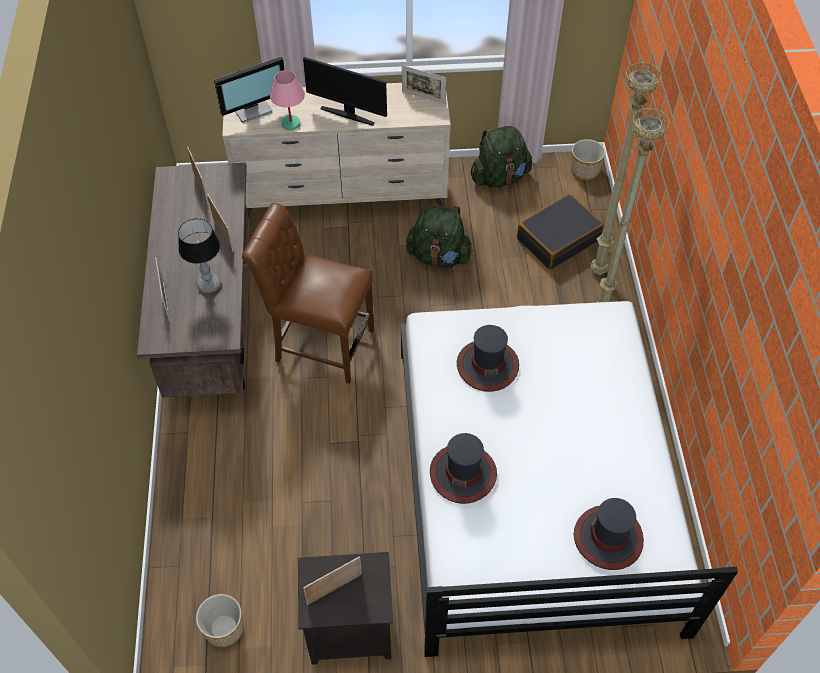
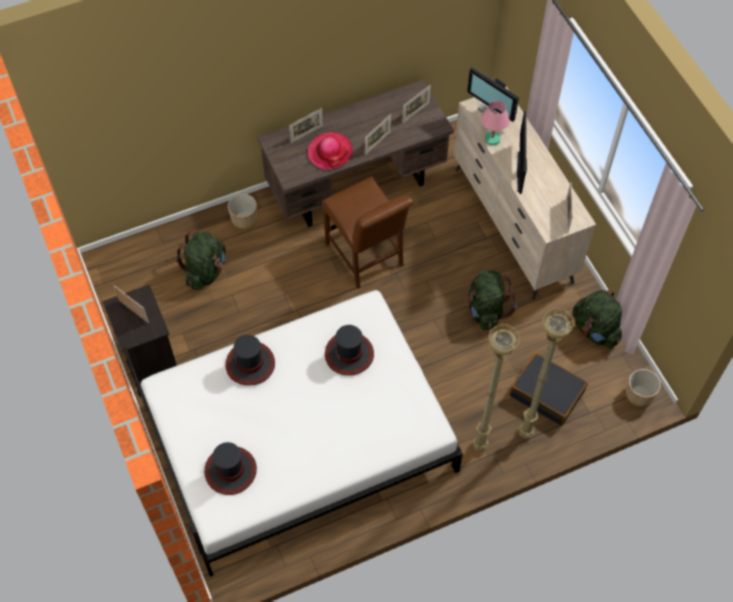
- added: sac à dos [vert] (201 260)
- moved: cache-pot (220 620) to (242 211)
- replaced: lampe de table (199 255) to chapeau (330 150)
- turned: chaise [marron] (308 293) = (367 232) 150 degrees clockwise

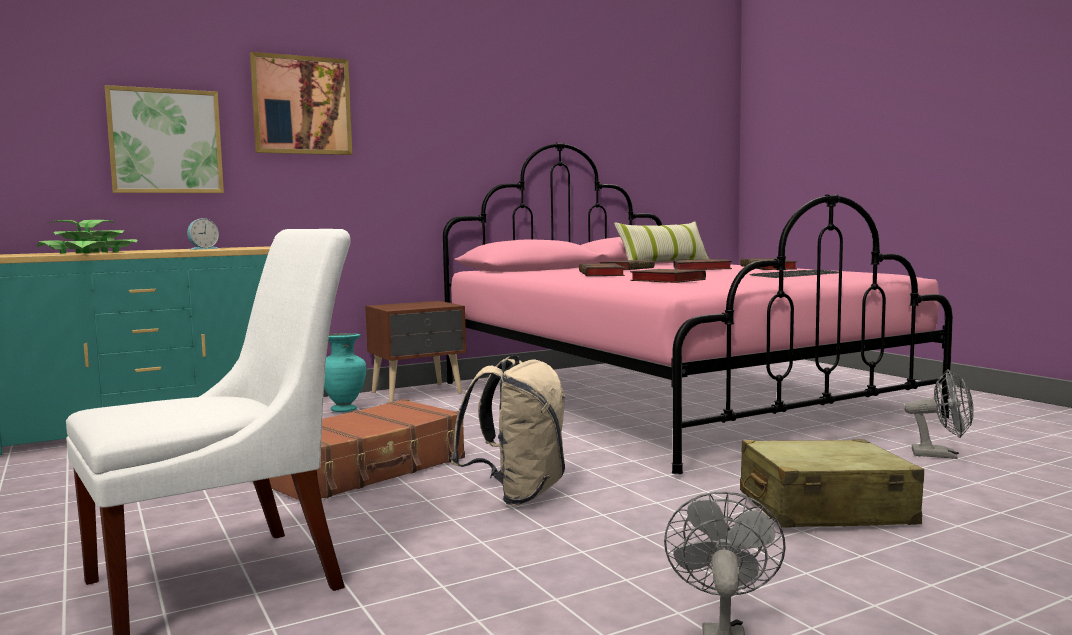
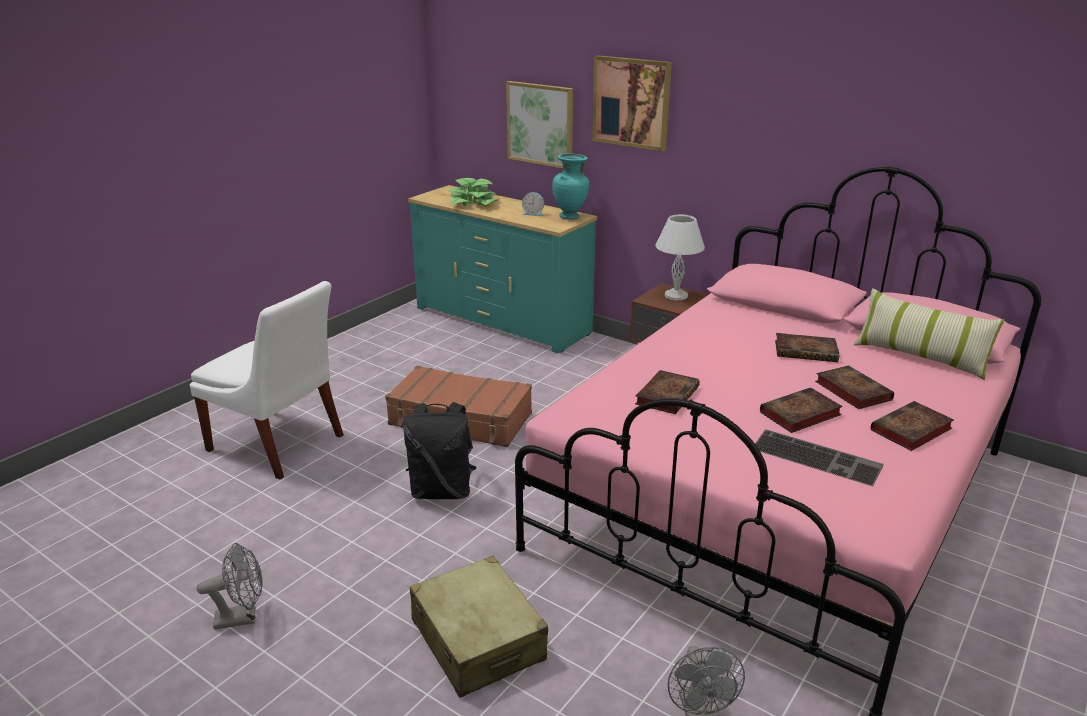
- added: lampe de table [blanc] (680 257)
- moved: vase [turquoise] (345 372) to (570 186)
- moved: livre (602 269) to (801 410)
- recoloured: sac à dos [beige] (508 430) to sac à dos [noir] (440 450)

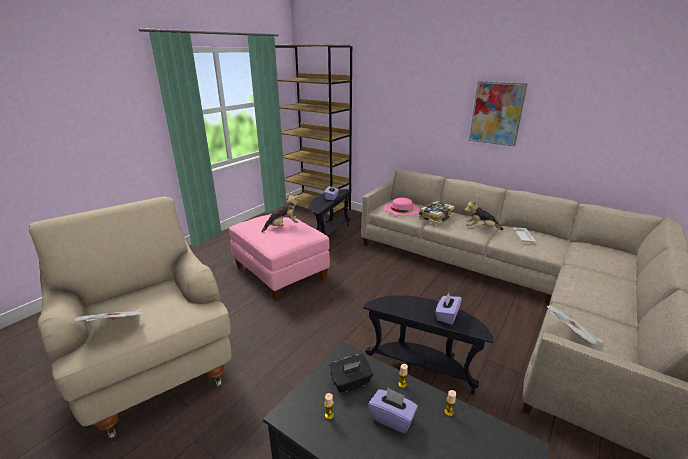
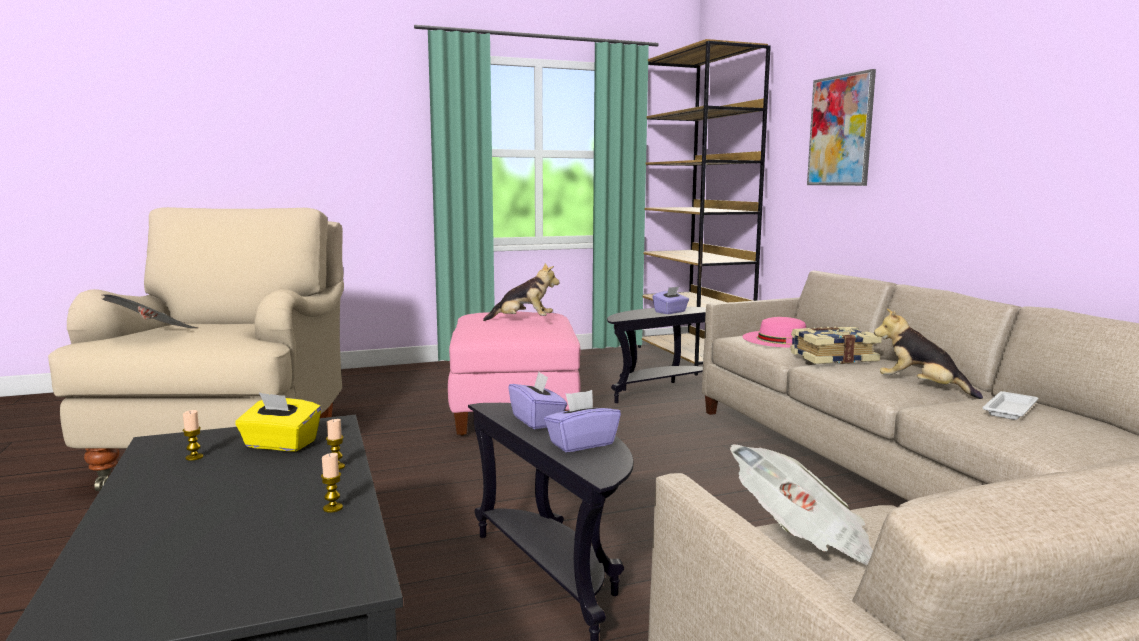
- moved: boîte à mouchoirs [violet] (393 411) to (537 400)
- moved: tableau (498 113) to (841 127)
- recoloured: boîte à mouchoirs [noir] (351 373) to boîte à mouchoirs [jaune] (278 421)

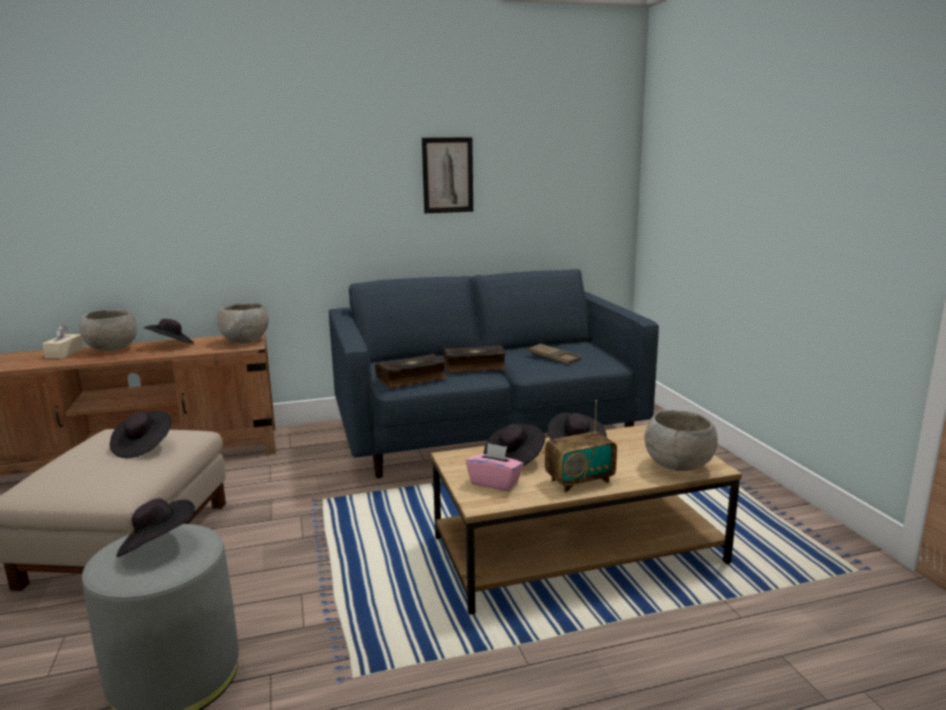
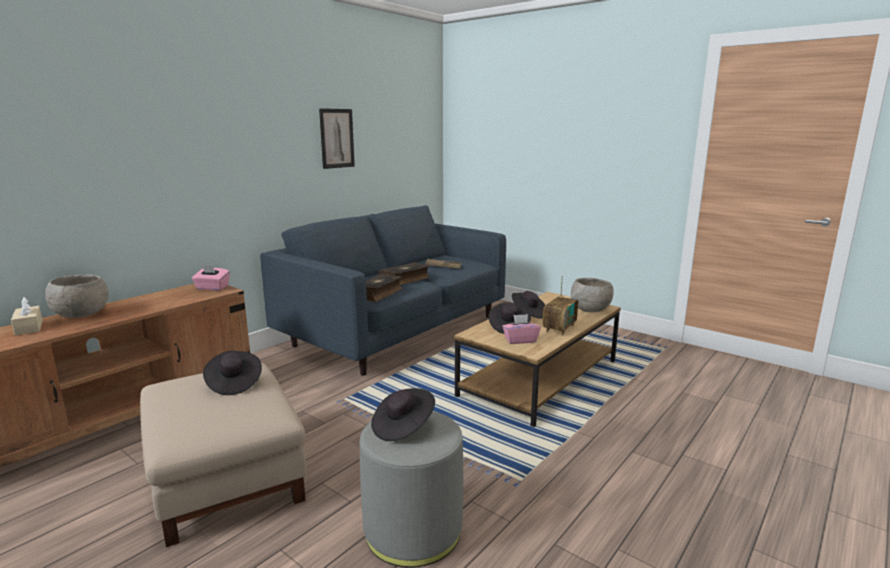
- removed: chapeau [noir] (169 331)
- replaced: bol [gris] (243 323) to boîte à mouchoirs [rose] (211 277)

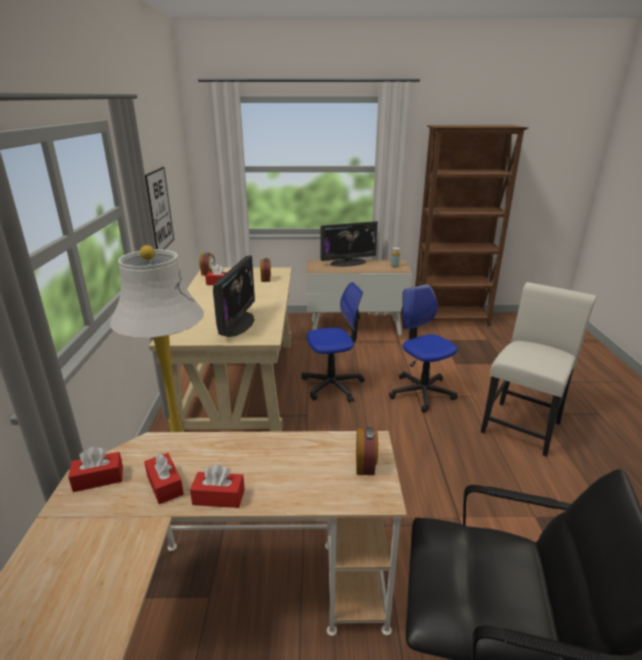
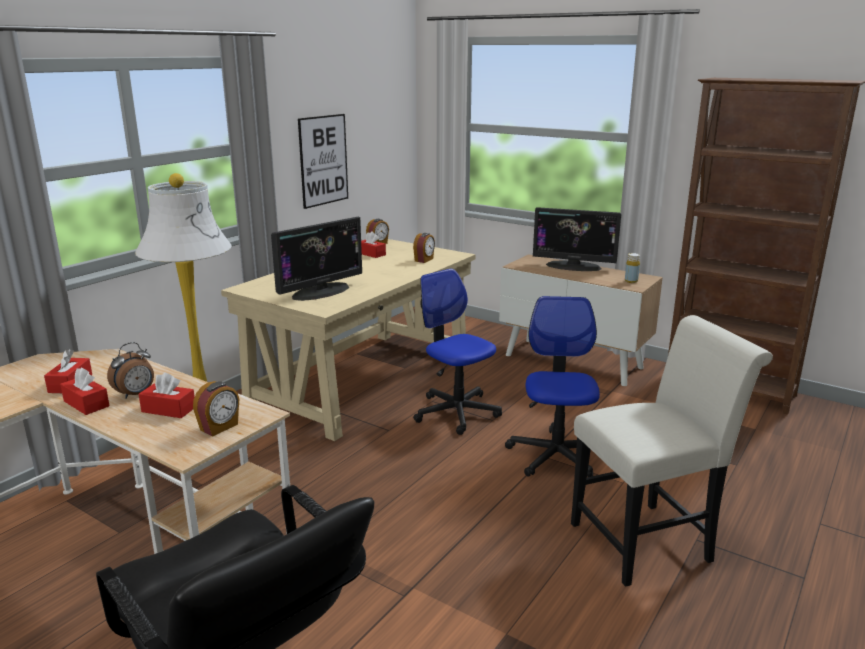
- added: réveil (130 370)
- moved: boîte à mouchoirs [rouge] (95 469) to (167 395)
- turned: chaise de bureau (333 342) = (457 351) 150 degrees counterclockwise

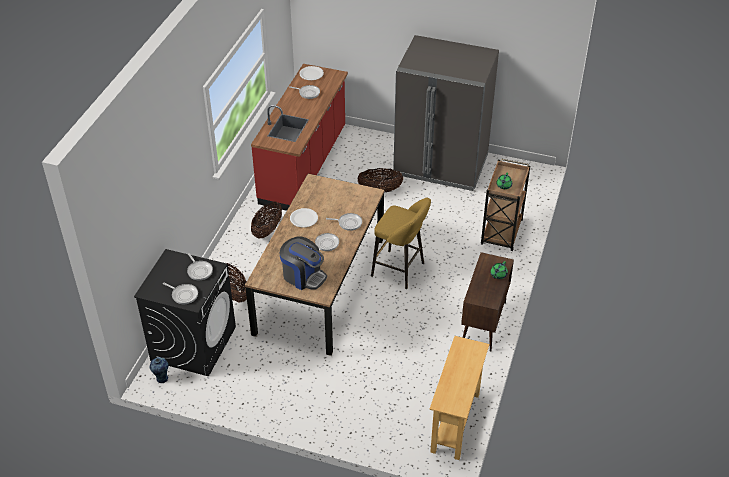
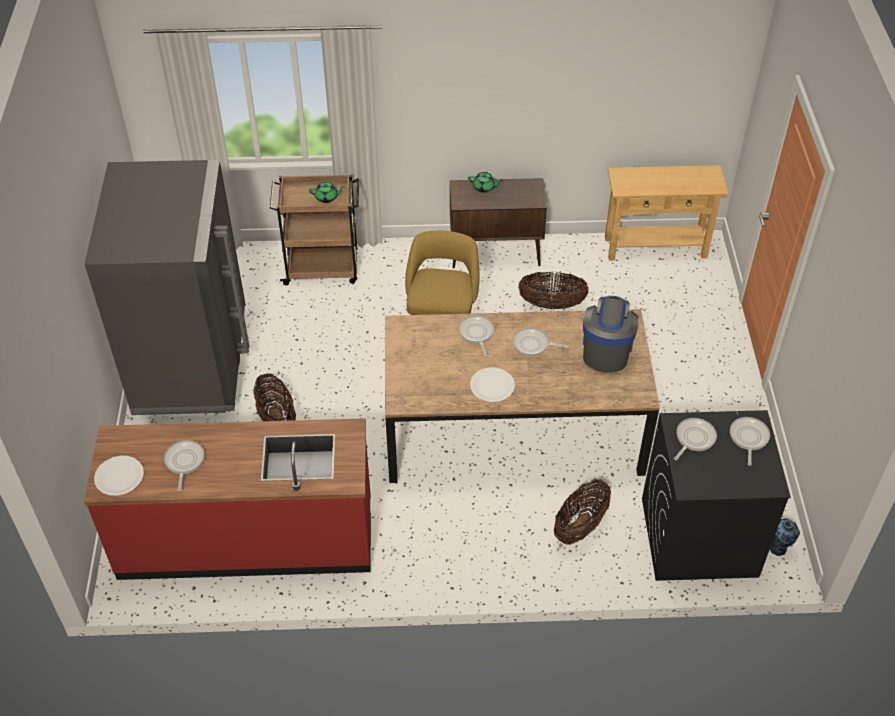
- moved: panier (266 219) to (553 290)

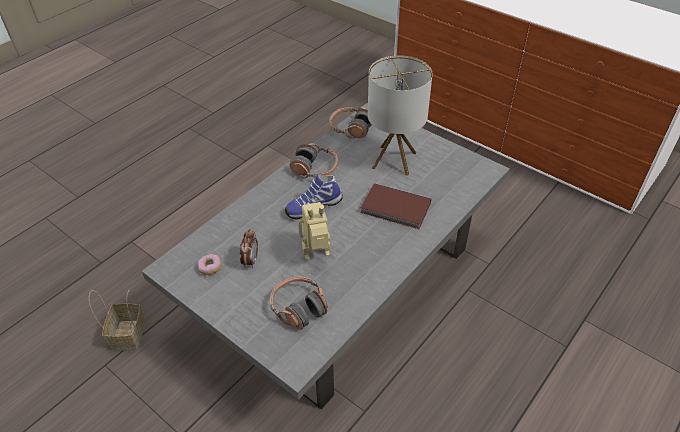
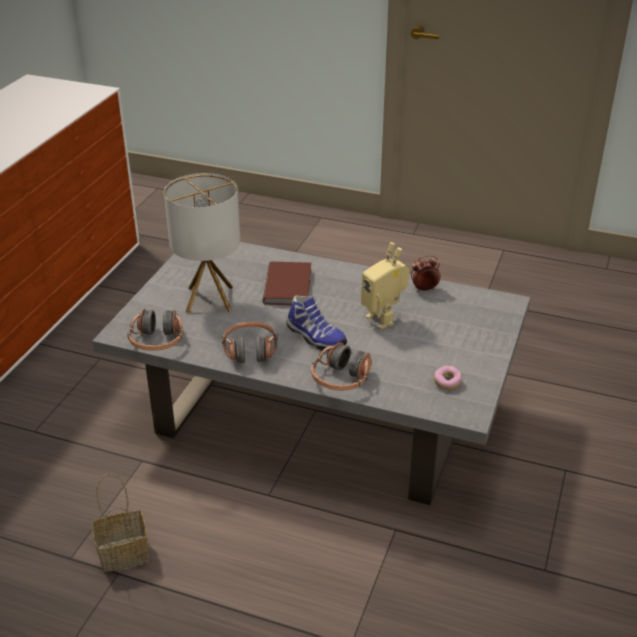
- moved: panier (117 320) to (120 522)
- moved: réveil (249 248) to (426 273)
- moved: casque audio (299 302) to (341 366)

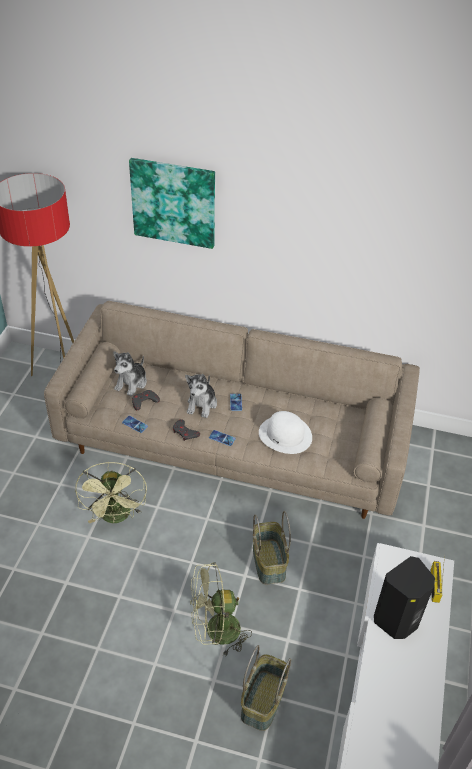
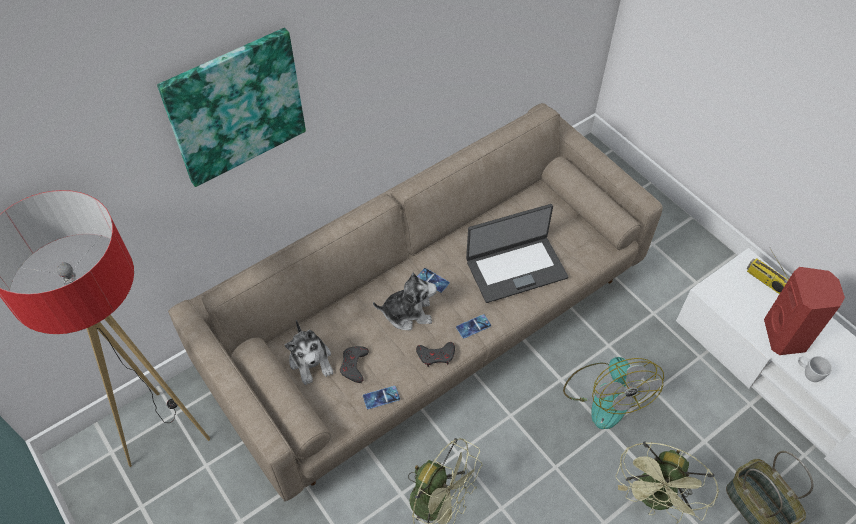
- added: mug [blanc] (815 369)
- replaced: panier (272 548) to ventilateur (613 393)
- replaced: chapeau [blanc] (285 432) to ordinateur portable (517 253)
- recoloured: enceinte [noir] (404 597) to enceinte [rouge] (804 311)
- turned: peluche (201 396) = (405 301) 60 degrees counterclockwise

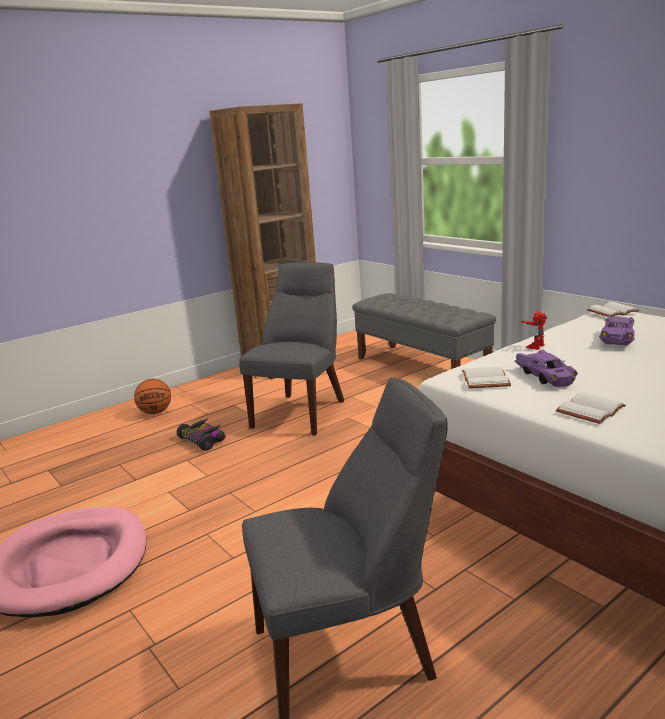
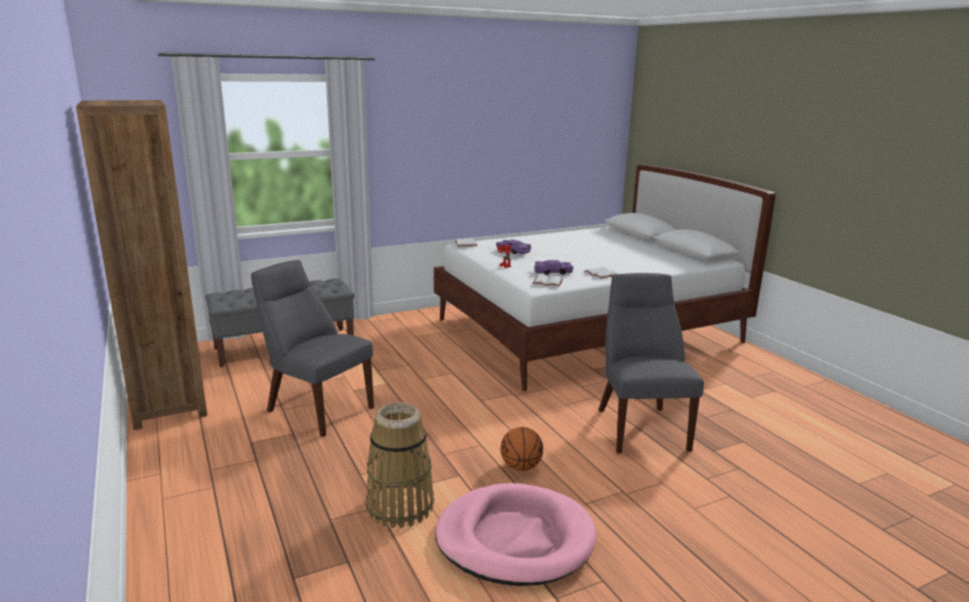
- removed: petite voiture (201 435)
- added: panier (400 465)
- moved: ballon de basket (152 396) to (522 449)

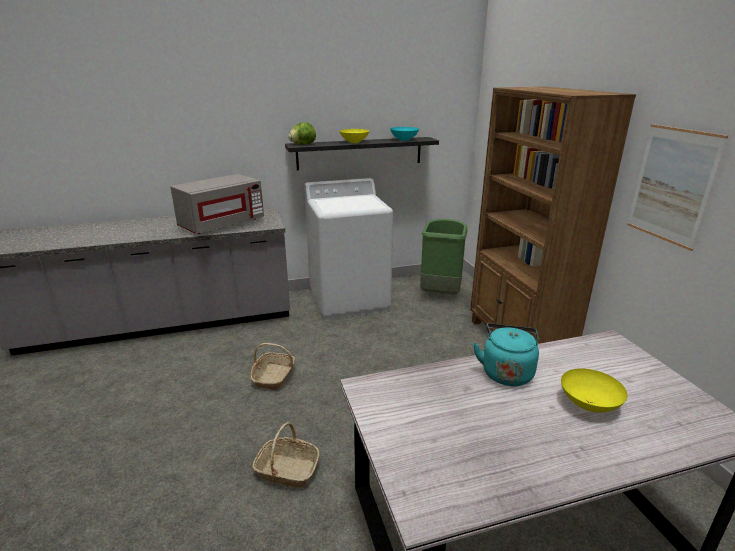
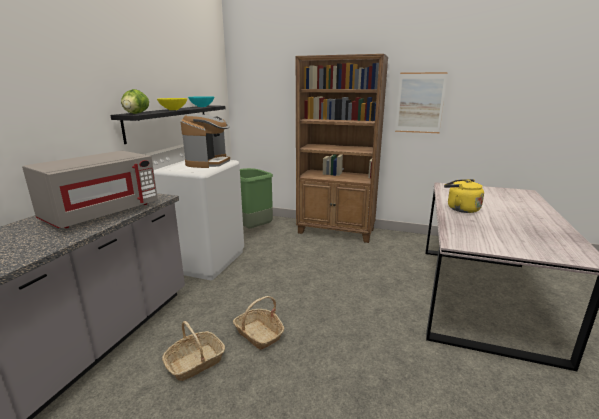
- removed: bol [jaune] (594 390)
- added: machine à café (205 141)
- moved: panier (285 455) to (193 351)
- recoloured: bouilloire [turquoise] (506 355) to bouilloire [jaune] (464 196)
- turned: micro-ondes [gris] (217 204) = (90 189) 45 degrees clockwise

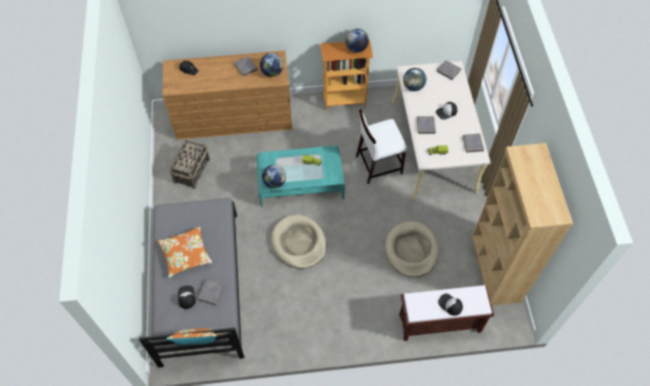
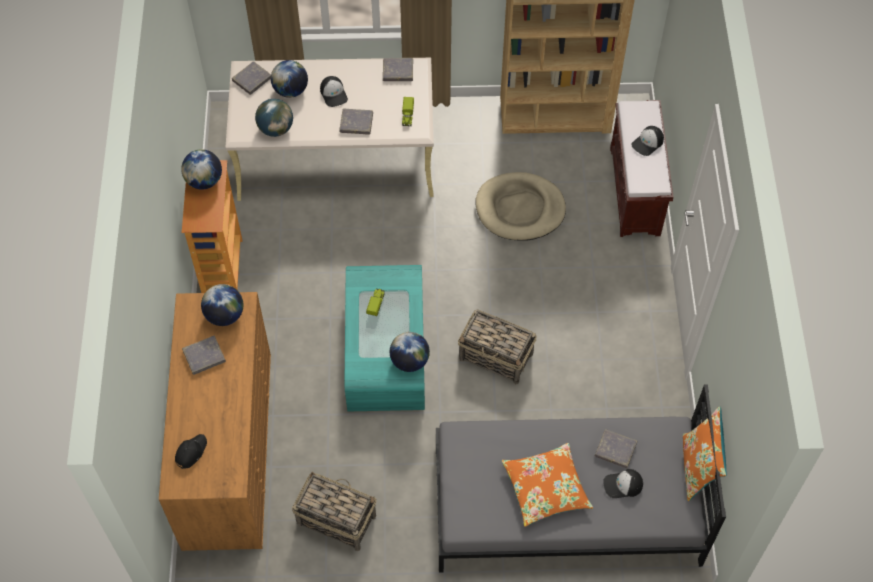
- removed: chaise [blanc] (381 146)
- added: globe (289 79)
- replaced: panier pour chien [beige] (298 241) to panier (497 346)

